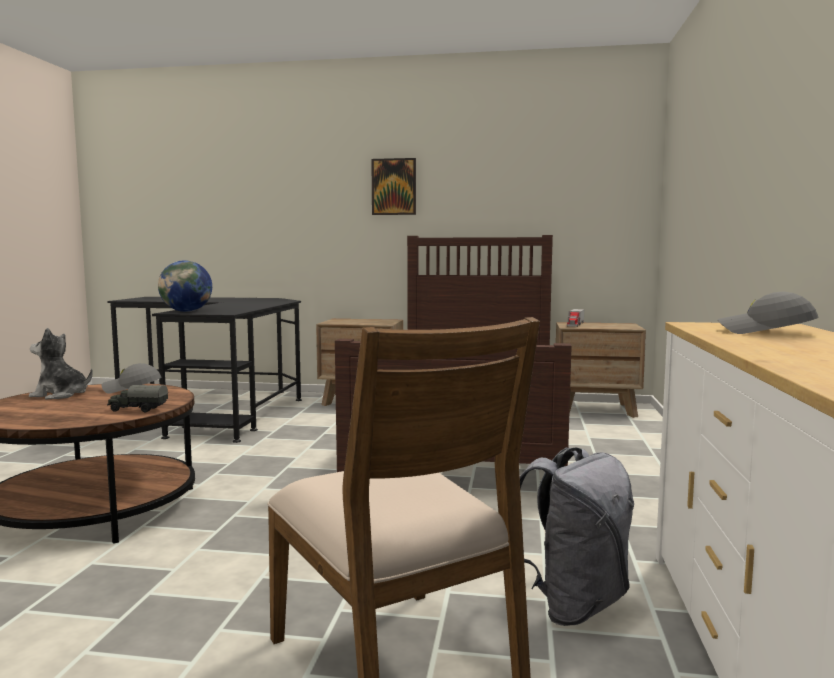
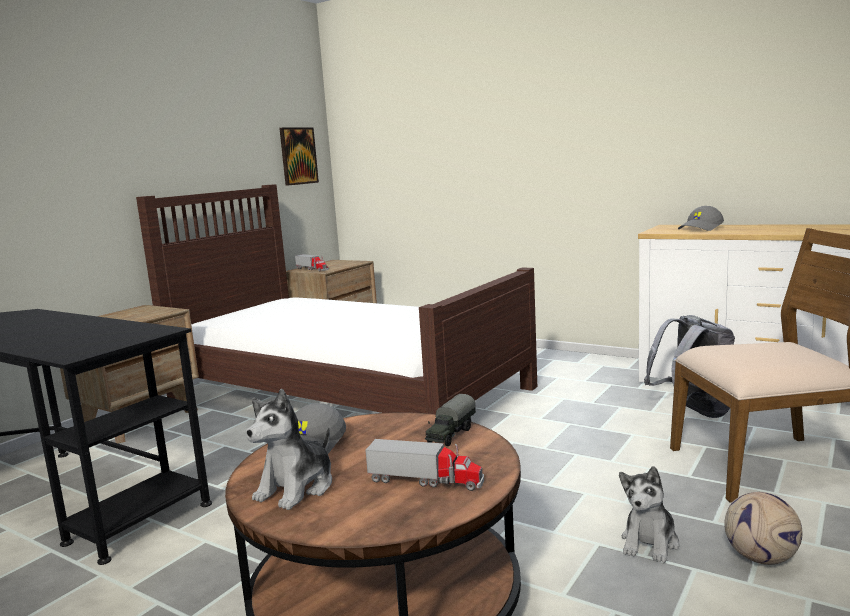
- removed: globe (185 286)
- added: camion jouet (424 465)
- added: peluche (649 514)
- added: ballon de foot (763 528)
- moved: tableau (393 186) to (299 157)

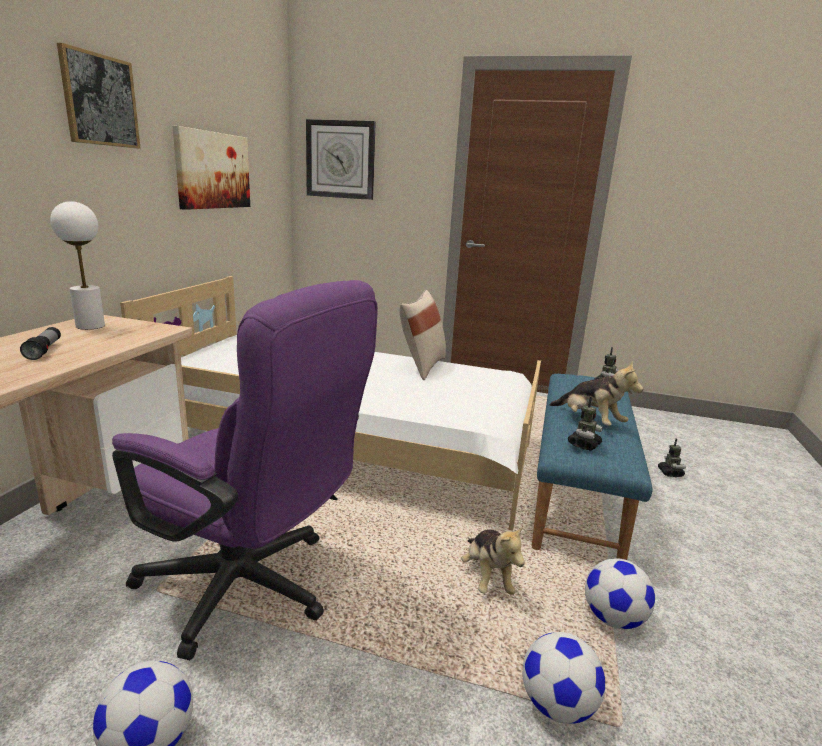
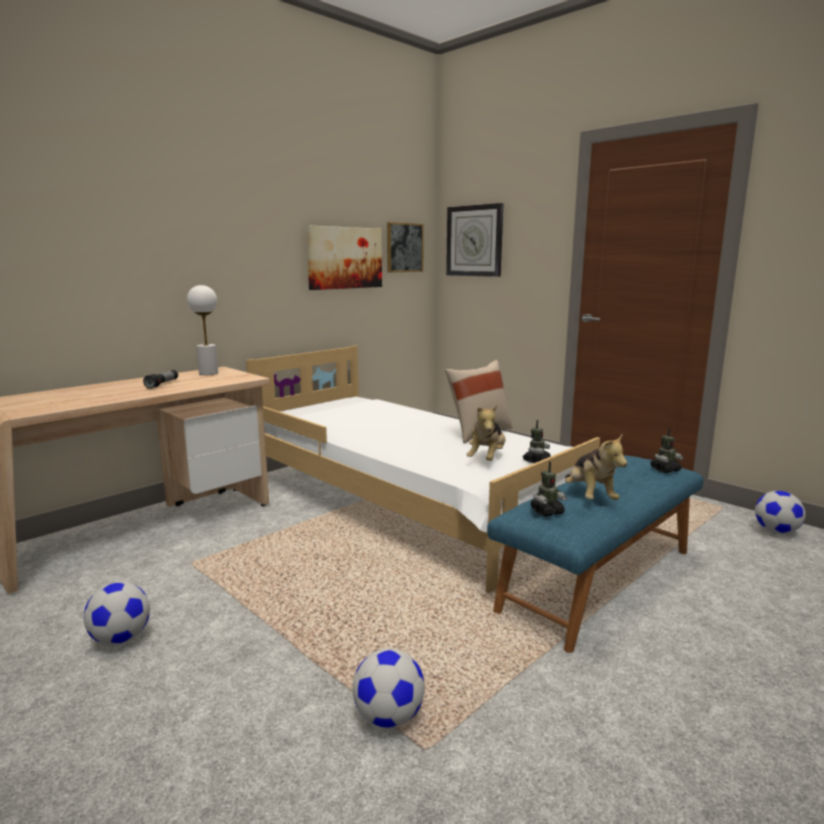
- removed: chaise de bureau [violet] (245 470)
- moved: tableau (98 96) to (405 247)
- moved: peluche (493 560) to (485 432)
- moved: ballon de foot (620 593) to (780 512)
- moved: robot jouet (672 458) to (537 441)

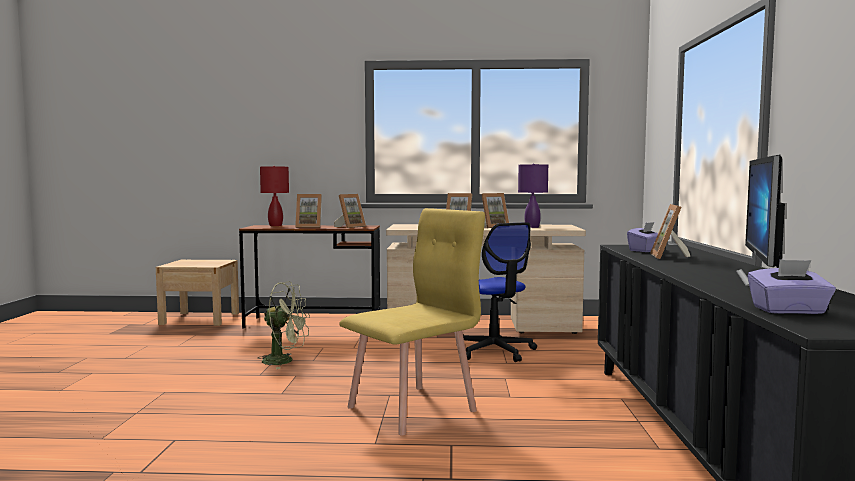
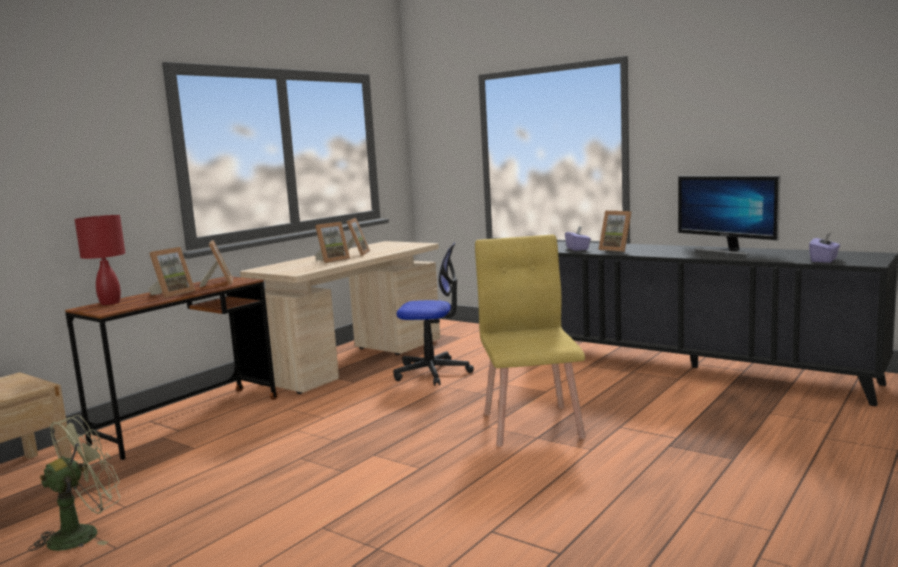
- removed: lampe de table [violet] (533 196)
- moved: ventilateur [vert] (284 325) to (74 483)

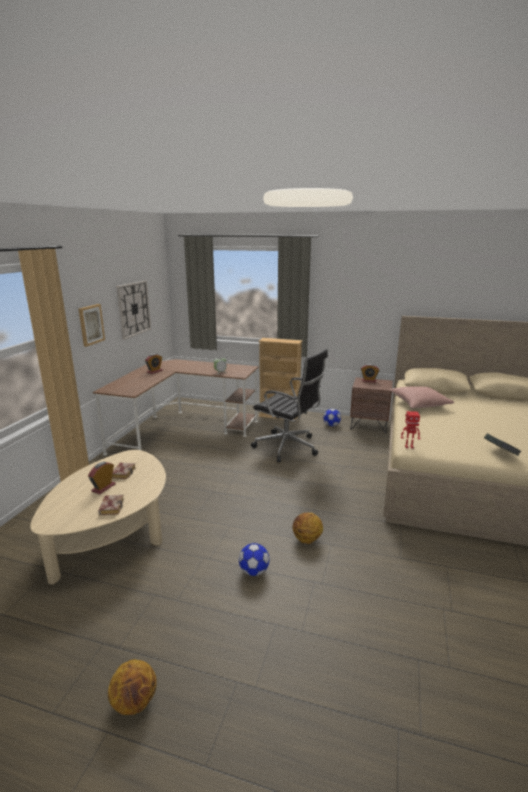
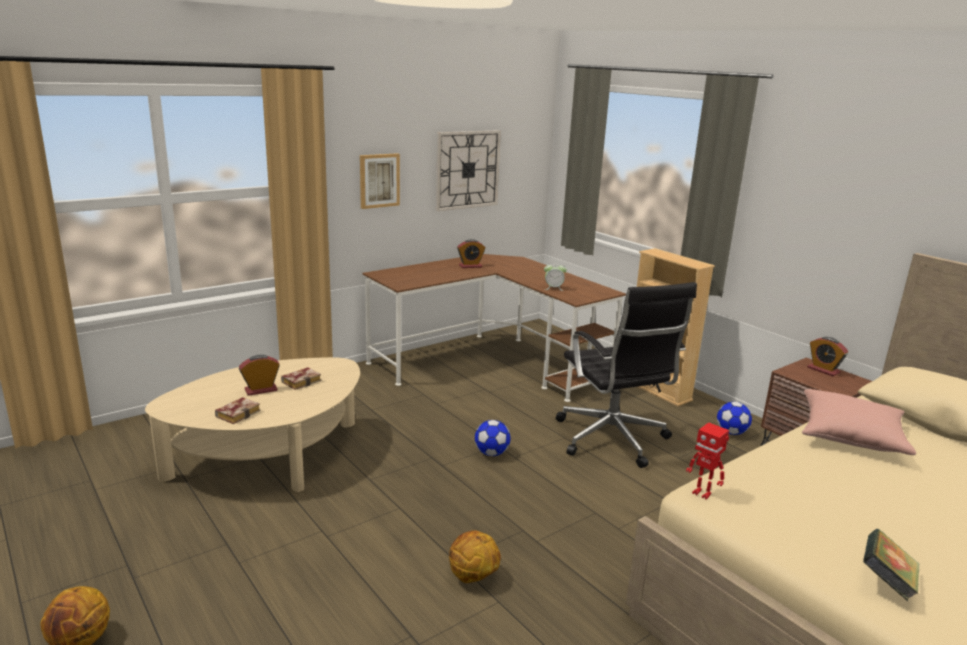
- moved: ballon de foot (254 559) to (493 438)

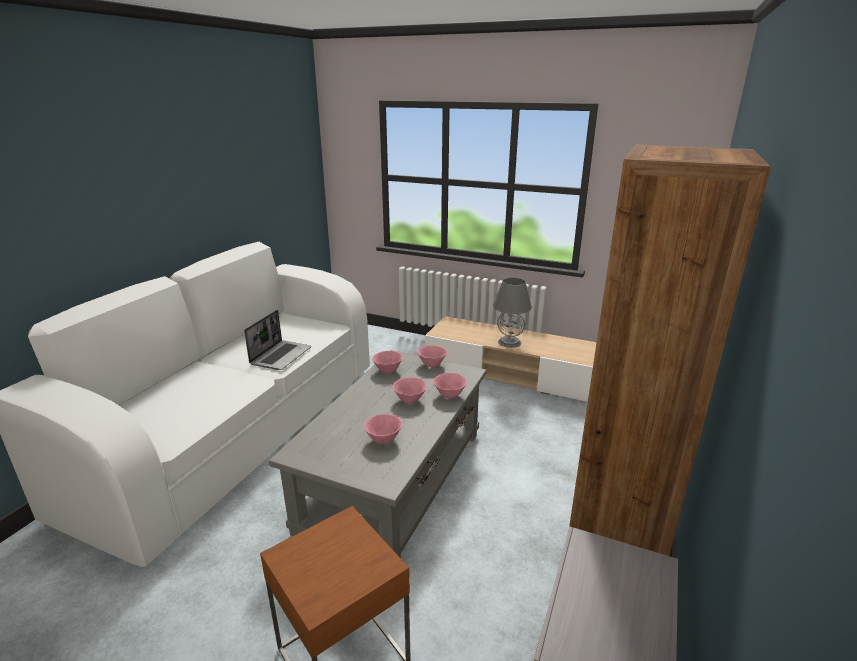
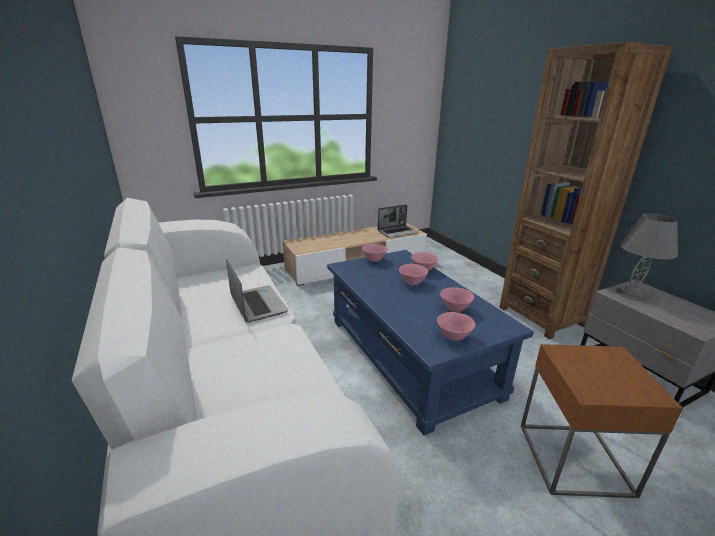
- added: ordinateur portable (398 221)
- moved: bol [rose] (387 362) to (456 326)
- moved: lampe de table [gris] (512 313) to (647 257)
- recoloured: table basse [gris] (378 454) to table basse [bleu] (430 343)

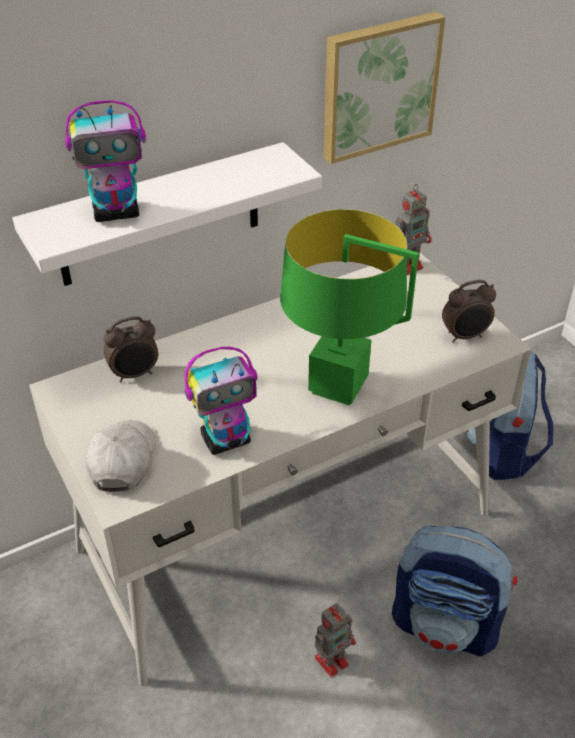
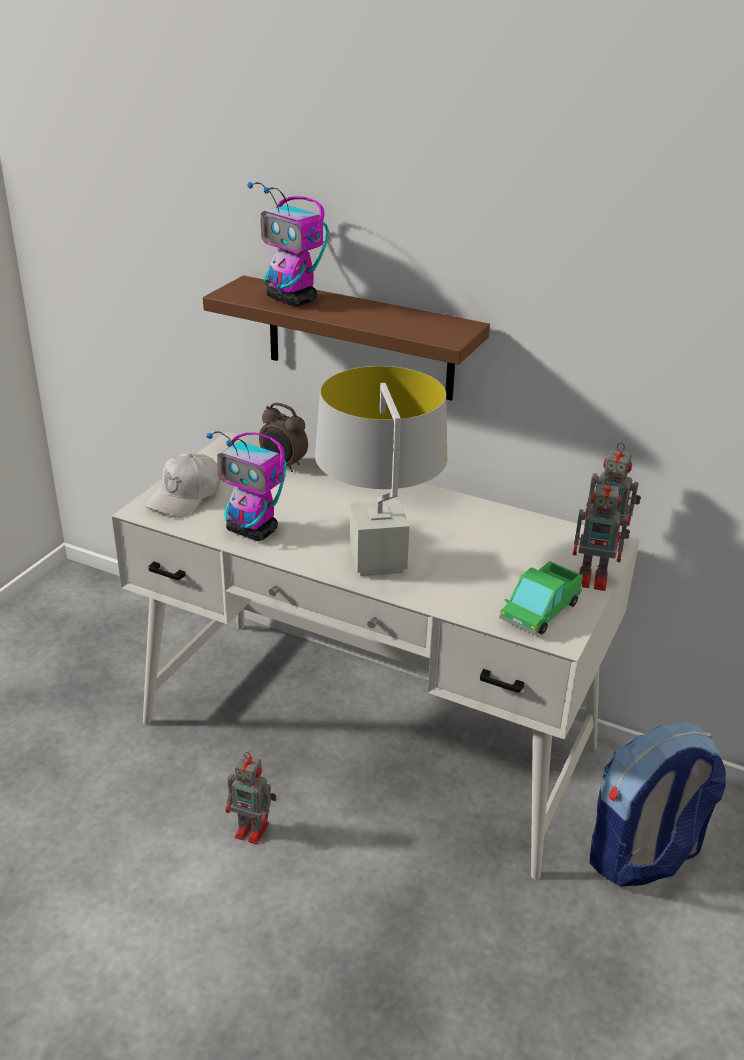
- removed: tableau (384 88)
- removed: sac à dos (454 591)
- added: robot jouet (601 533)
- replaced: réveil (469 311) to camion jouet (541 598)
- recoloured: étagère [blanc] (167 214) to étagère [marron] (346 338)
- recoloured: lampe de table [vert] (349 307) to lampe de table [gris] (381 471)
- turned: casquette [blanc] (121 456) = (183 485) 150 degrees clockwise

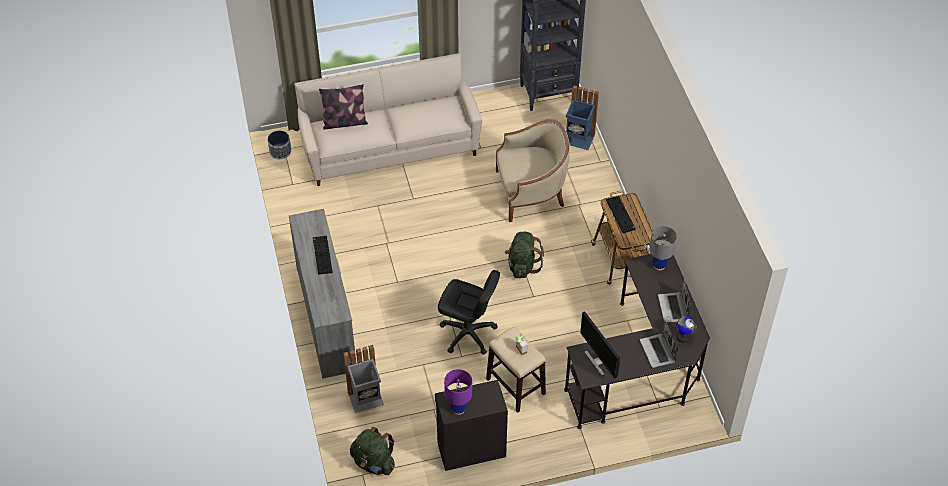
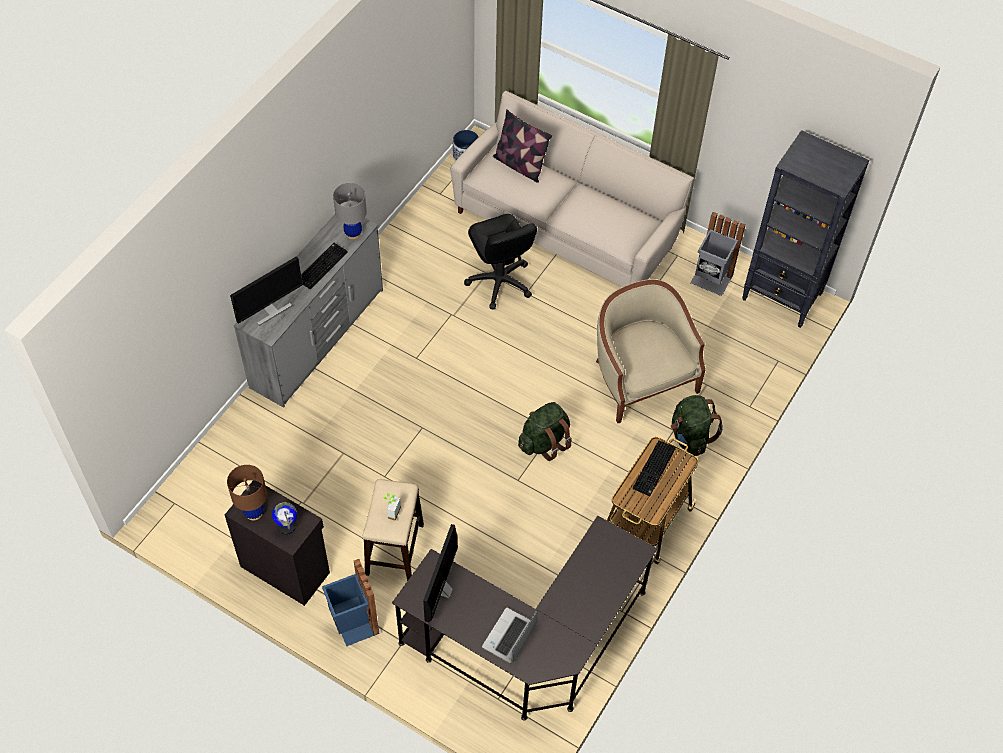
- removed: ordinateur portable (674 301)
- added: écran d'ordinateur (266 291)
- moved: poubelle [gris] (363 379) to (717 254)
- moved: sac à dos [vert] (372 451) to (697 425)
- moved: chaise de bureau [noir] (469 312) to (500 262)
- moved: poubelle [bleu] (582 117) to (351 602)
- moved: lampe de table [gris] (663 248) to (350 211)
- moved: globe (686 329) to (284 518)
- recoloured: lampe de table [violet] (458 392) to lampe de table [marron] (247 493)
- turned: fauteuil [beige] (533 170) = (651 351) 150 degrees counterclockwise

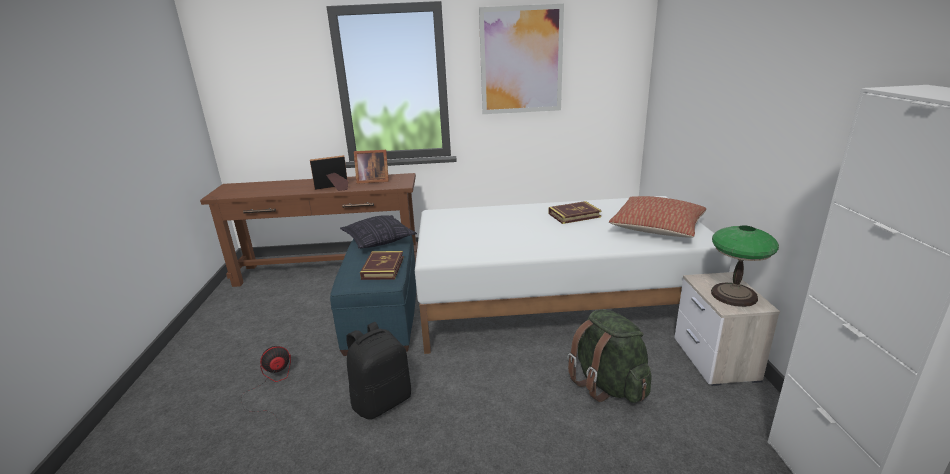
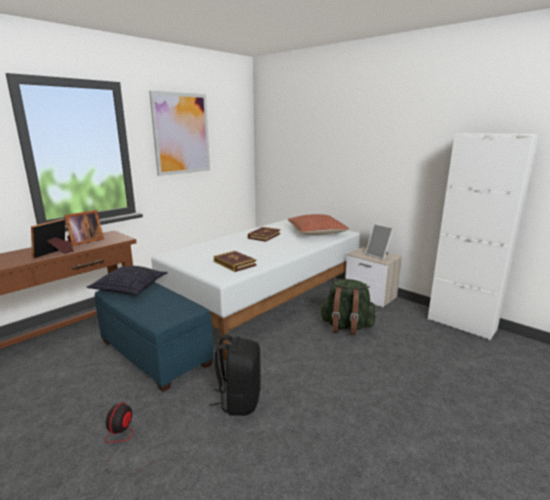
- moved: livre (382 265) to (235 261)
- replaced: lampe de table (745 266) to cadre photo (379 242)

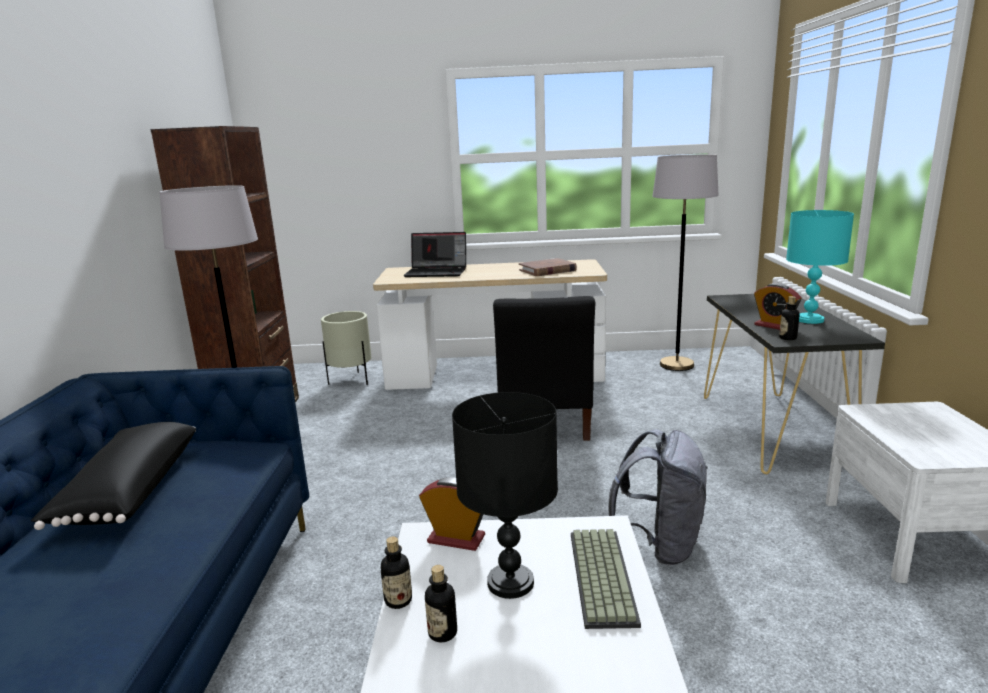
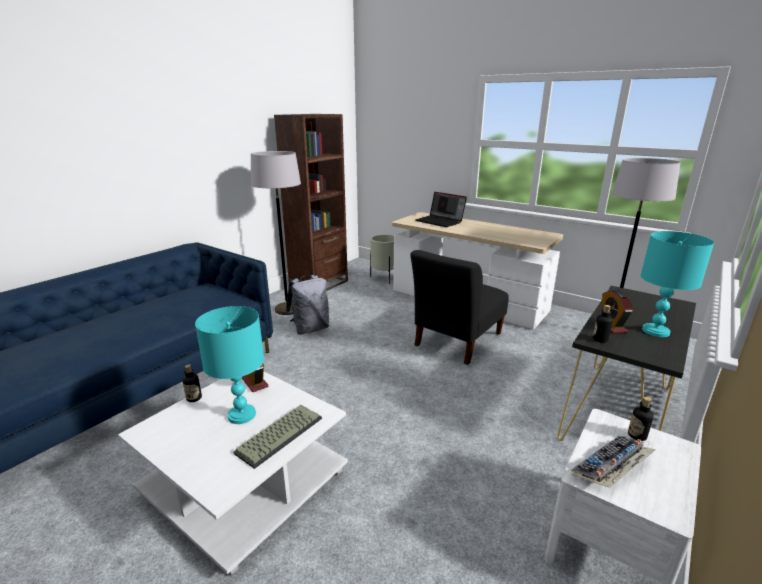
- removed: coussin [noir] (113 476)
- removed: livre [marron] (548 267)
- added: clavier (613 461)
- moved: bouteille (441 604) to (641 419)
- moved: sac à dos [gris] (658 497) to (307 304)
- recoloured: lampe de table [noir] (505 495) to lampe de table [turquoise] (229 365)

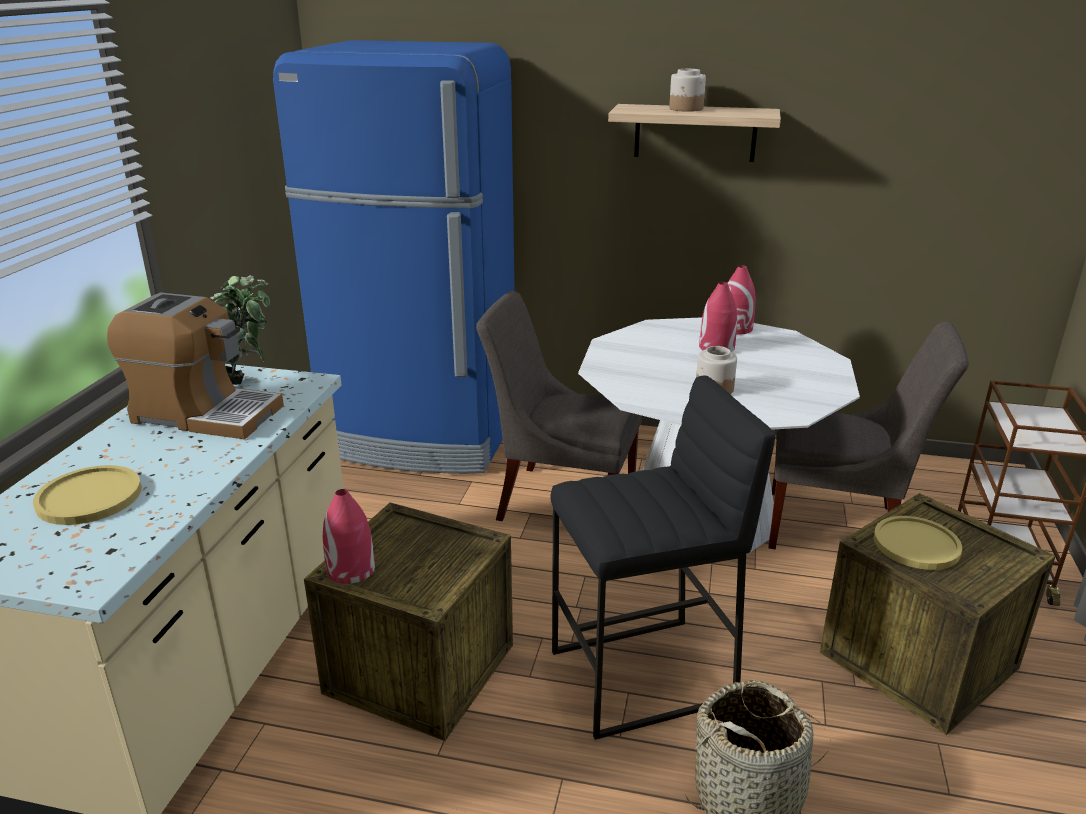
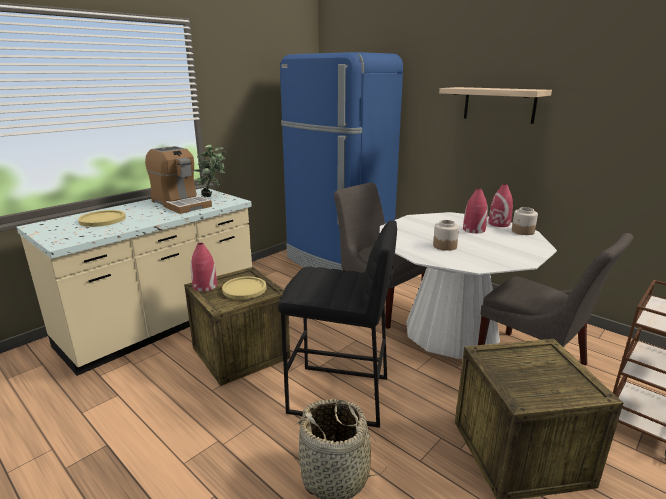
- moved: bocal (687 90) to (525 221)
- moved: assiette [jaune] (917 543) to (244 288)

